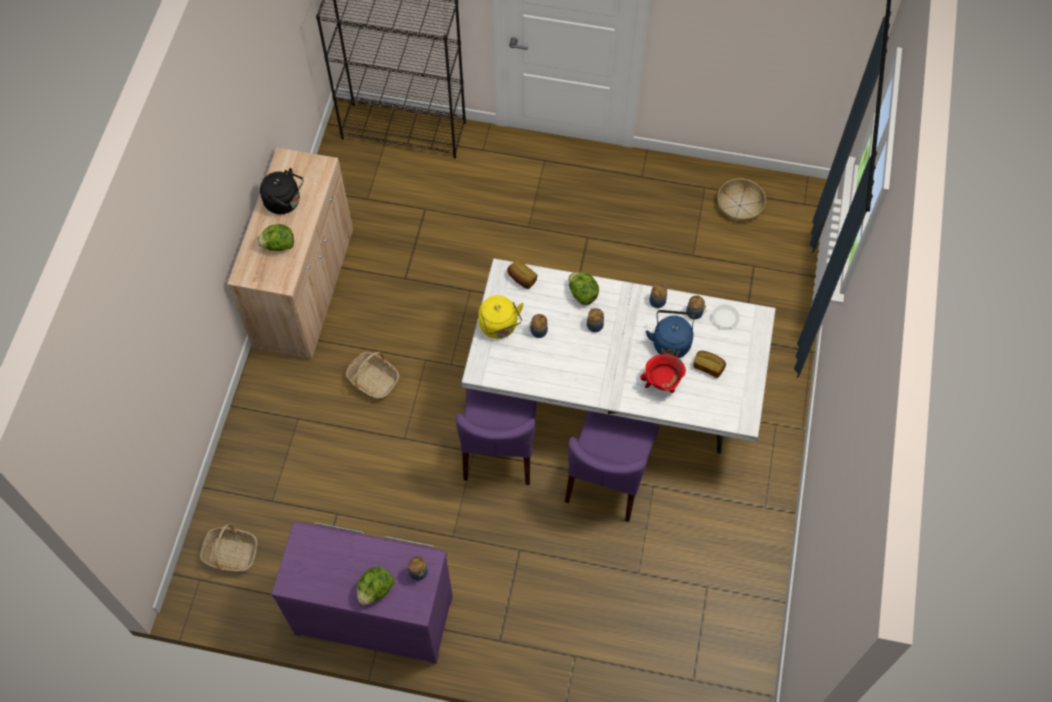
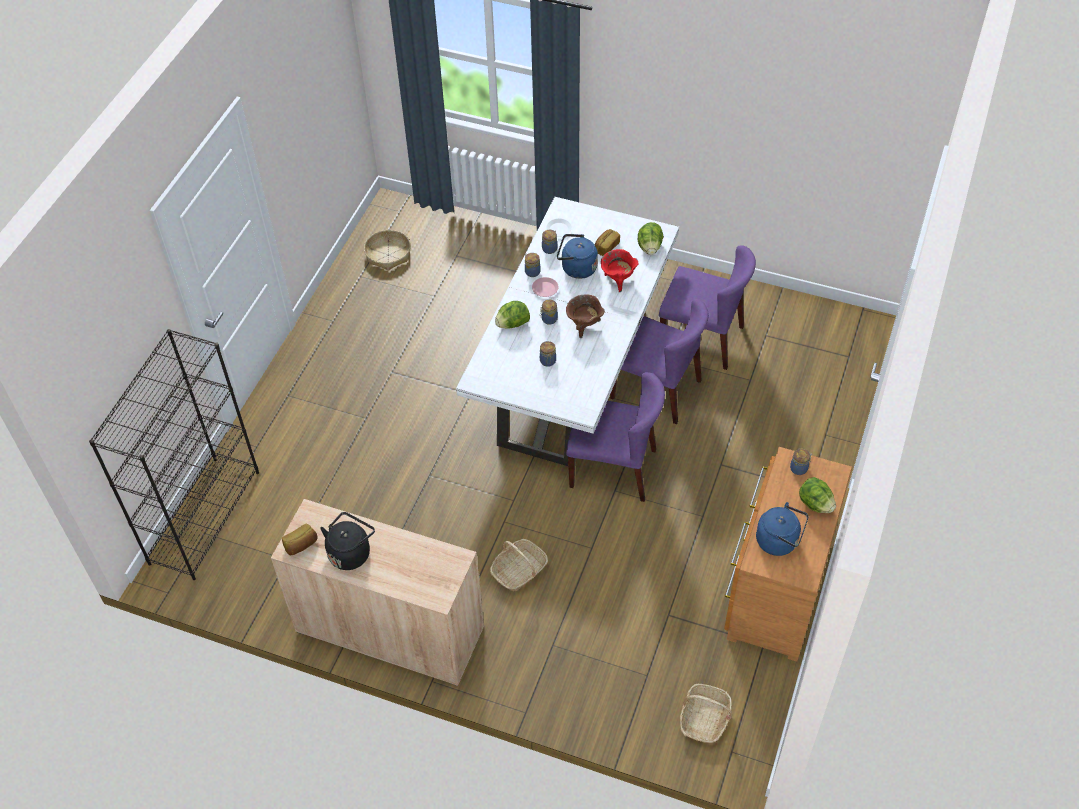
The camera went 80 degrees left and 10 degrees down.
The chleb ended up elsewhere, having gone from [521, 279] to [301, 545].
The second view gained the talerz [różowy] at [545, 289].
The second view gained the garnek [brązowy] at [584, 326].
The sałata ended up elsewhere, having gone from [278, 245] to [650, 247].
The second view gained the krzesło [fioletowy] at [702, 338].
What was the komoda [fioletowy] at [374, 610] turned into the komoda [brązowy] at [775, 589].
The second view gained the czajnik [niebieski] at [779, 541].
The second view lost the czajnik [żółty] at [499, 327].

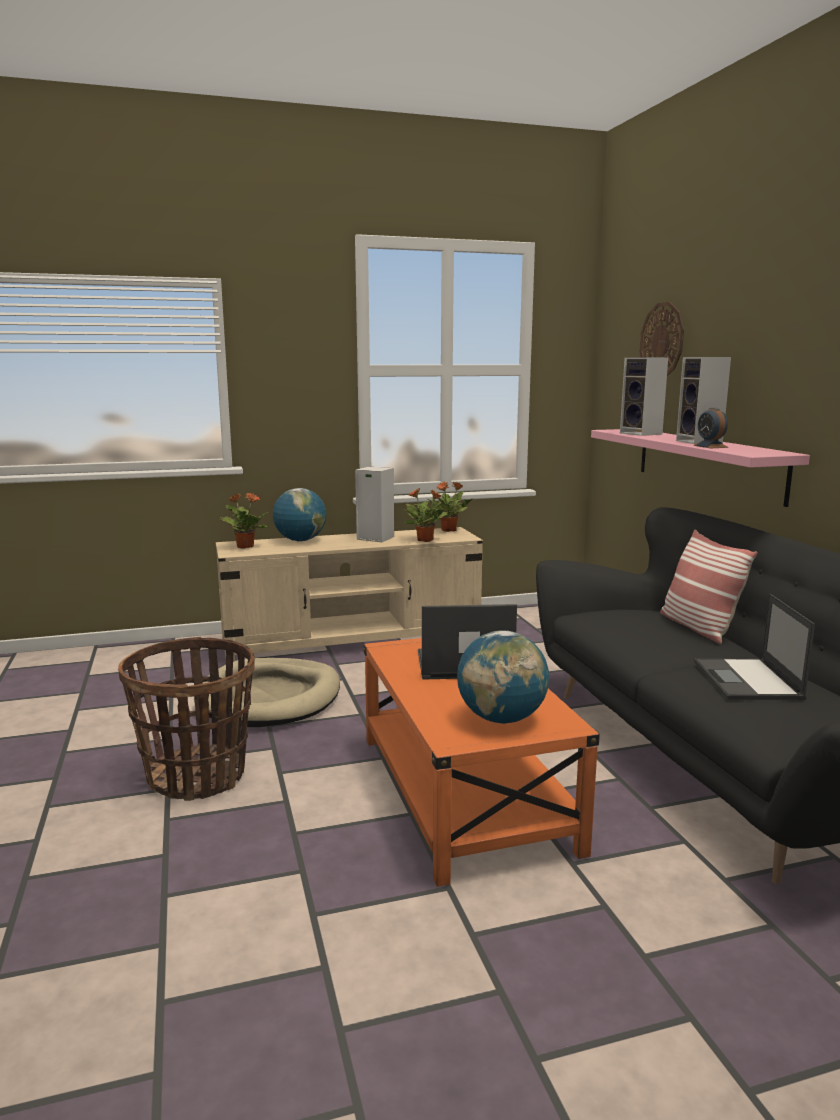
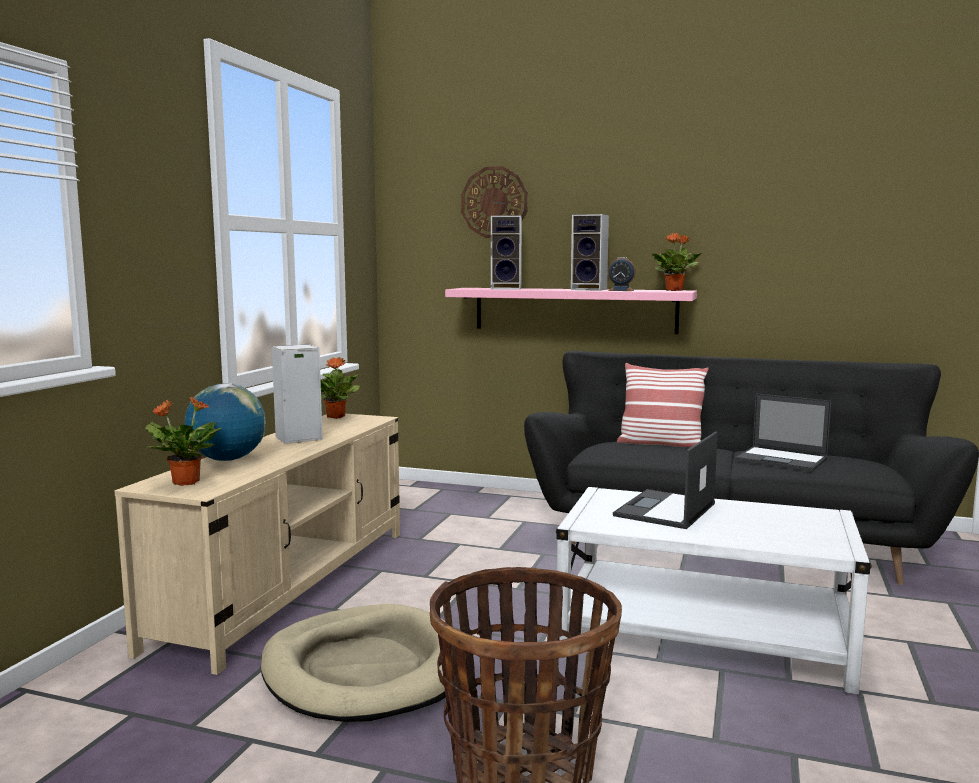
The camera went 55 degrees left and 5 degrees down.
What was the ława [pomarańczowy] at [464, 793] turned into the ława [biały] at [704, 636].
The roślina doniczkowa ended up elsewhere, having gone from [425, 540] to [674, 290].
The second view lost the globus at [501, 719].

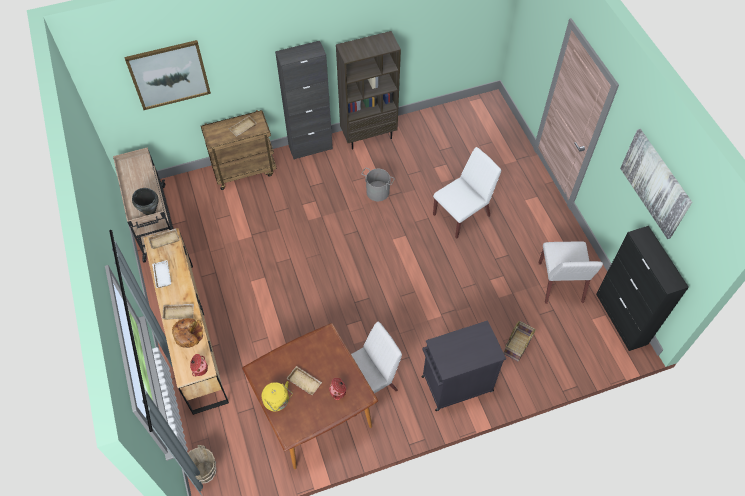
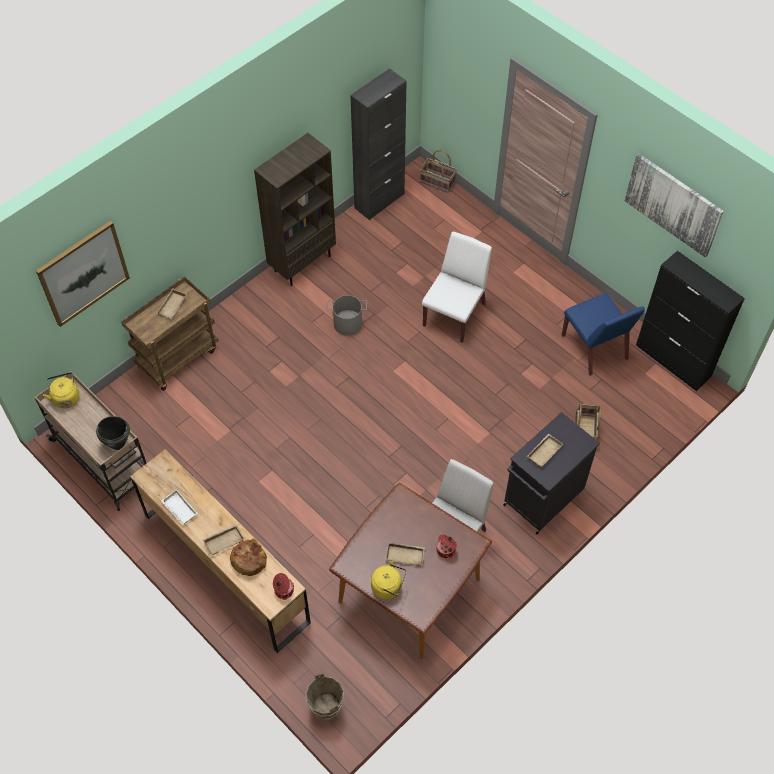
The camera went 25 degrees left and 0 degrees up.
The second view gained the czajnik [żółty] at [66, 397].
The szafka [czarny] ended up elsewhere, having gone from [310, 147] to [379, 201].
The second view gained the koszyk at [438, 181].
The taca [beżowy] ended up elsewhere, having gone from [164, 239] to [544, 451].
What was the krzesło [biały] at [560, 283] turned into the krzesło [niebieski] at [595, 348].

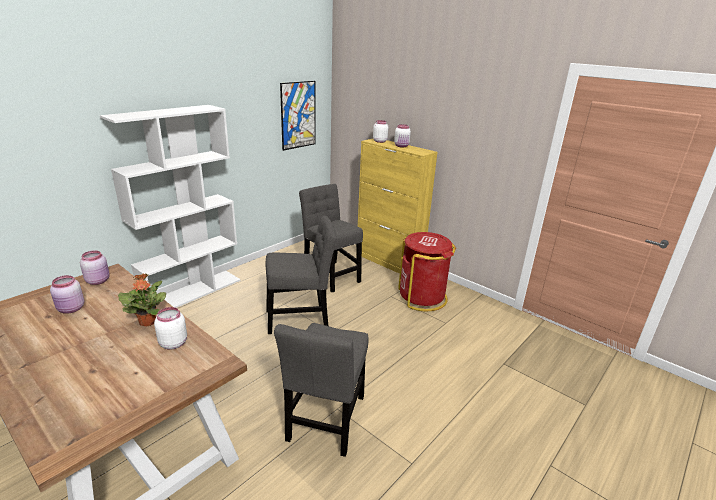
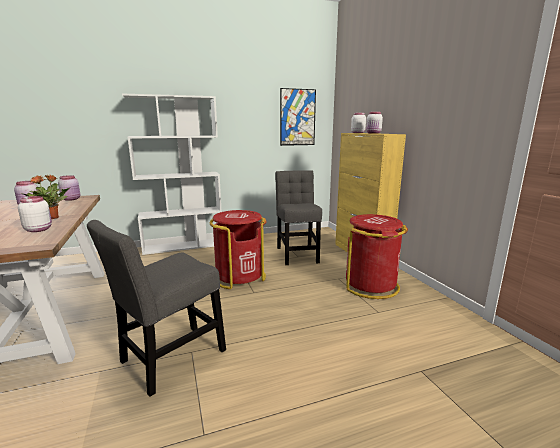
The camera went 30 degrees right and 10 degrees down.
Where the krzesło [szary] stood at [301, 319], the kosz na śmieci [czerwony] came to stand at [239, 277].

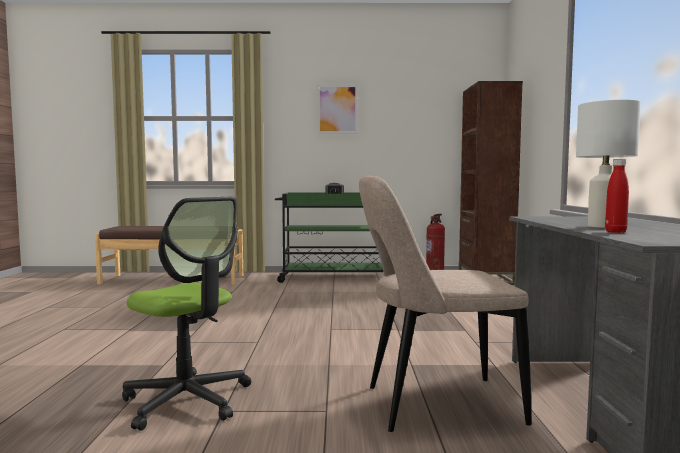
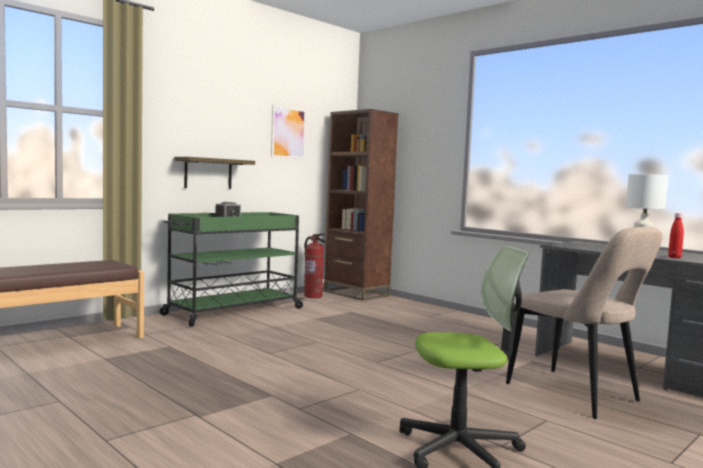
The camera went 45 degrees left and 0 degrees up.
The second view gained the półka at [208, 173].
The obraz ended up elsewhere, having gone from [337, 109] to [288, 133].
The krzesło [beżowy] at [434, 405] ended up facing another way, 75 degrees counterclockwise from before.

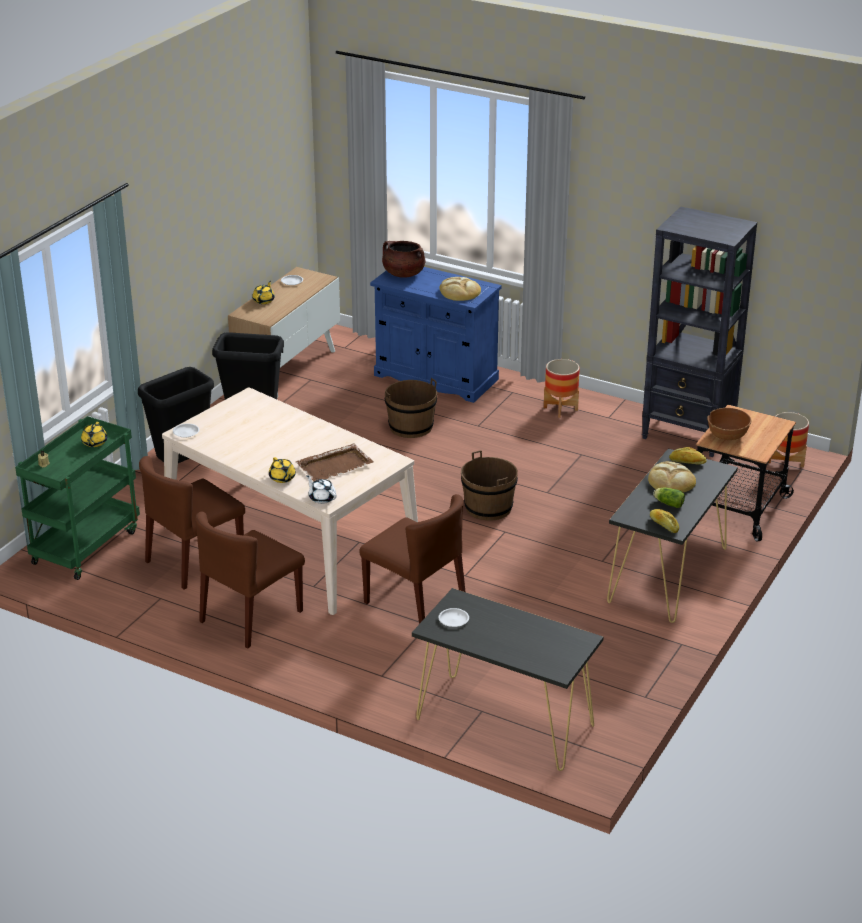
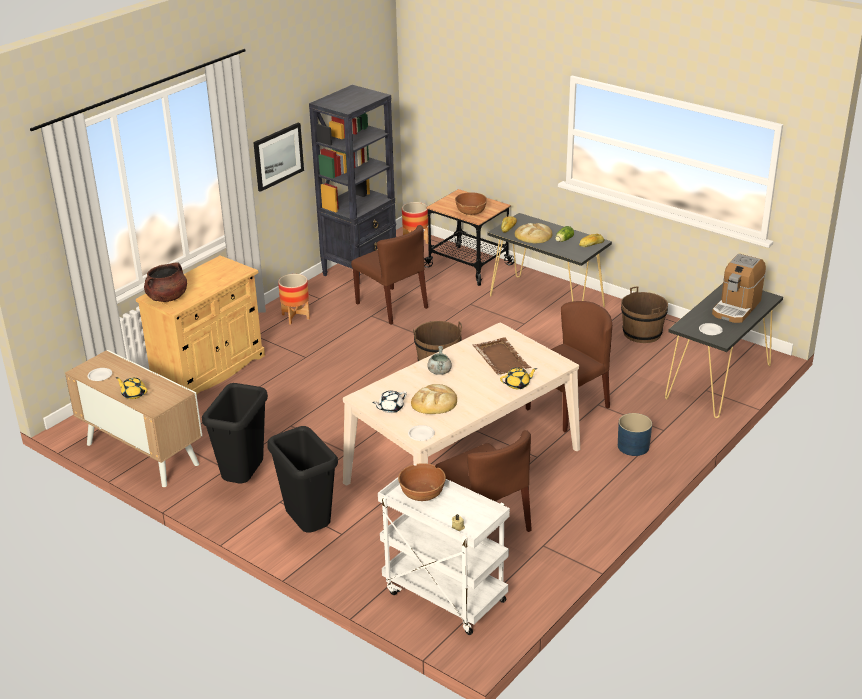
The camera went 80 degrees left and 0 degrees up.
What was the szafka [niebieski] at [435, 377] turned into the szafka [beżowy] at [209, 371].
The second view gained the obraz at [278, 156].
The krzesło [brązowy] ended up elsewhere, having gone from [251, 617] to [392, 306].
The imbryk [biały] ended up elsewhere, having gone from [322, 498] to [390, 408].
What was the wózek [zielony] at [86, 546] turned into the wózek [biały] at [443, 596].
Where the imbryk [żółty] stood at [94, 443], the miska [brązowy] came to stand at [422, 494].
The chleb ended up elsewhere, having gone from [459, 292] to [434, 402].
The second view gained the garnek [szary] at [439, 371].
The second view gained the donica [niebieski] at [633, 446].
The wiadro [brązowy] ended up elsewhere, having gone from [411, 427] to [642, 333].
The second view gained the ekspres do kawy at [736, 307].

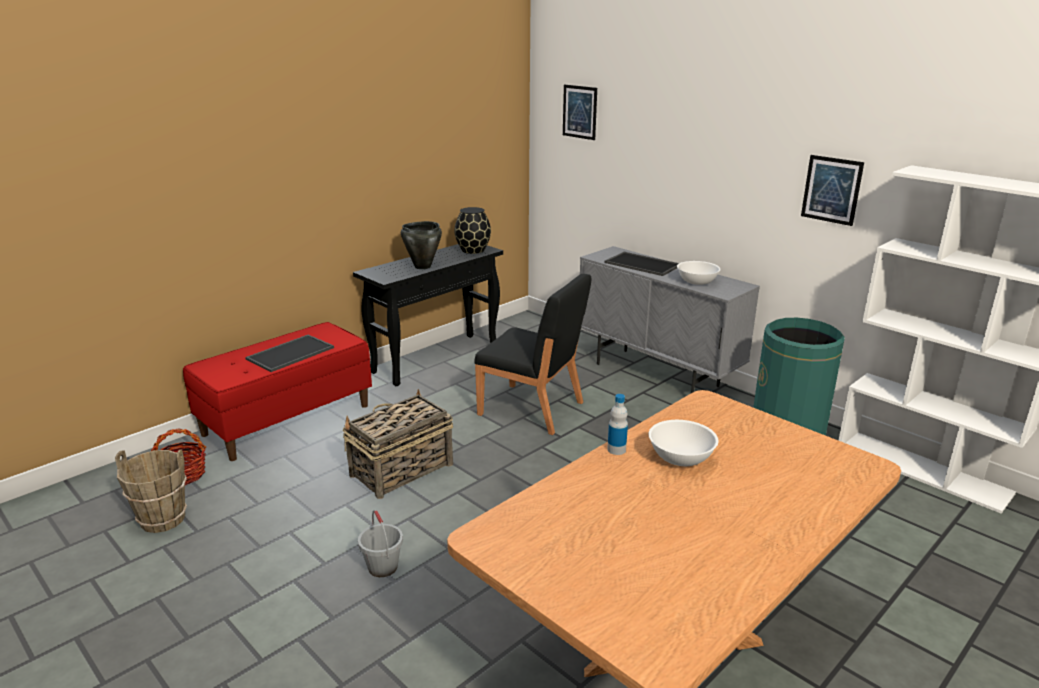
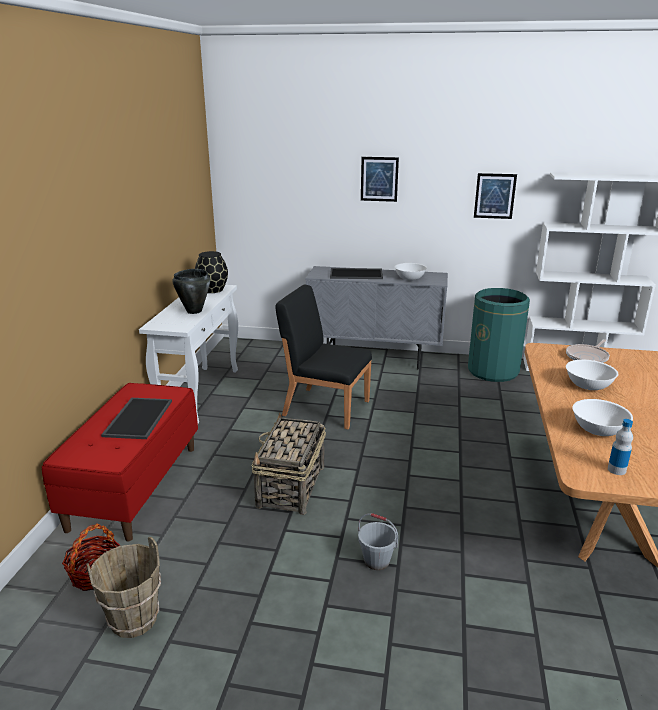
The camera went 35 degrees left and 0 degrees up.
What was the stolik konsolowy [czarny] at [436, 358] turned into the stolik konsolowy [biały] at [200, 394].
The krzesło [czarny] at [532, 409] ended up facing another way, 150 degrees counterclockwise from before.
The obraz ended up elsewhere, having gone from [579, 112] to [379, 179].
The second view gained the patelnia at [588, 357].
The second view gained the miska [biały] at [599, 430].
The butelka ended up elsewhere, having gone from [616, 449] to [616, 470].

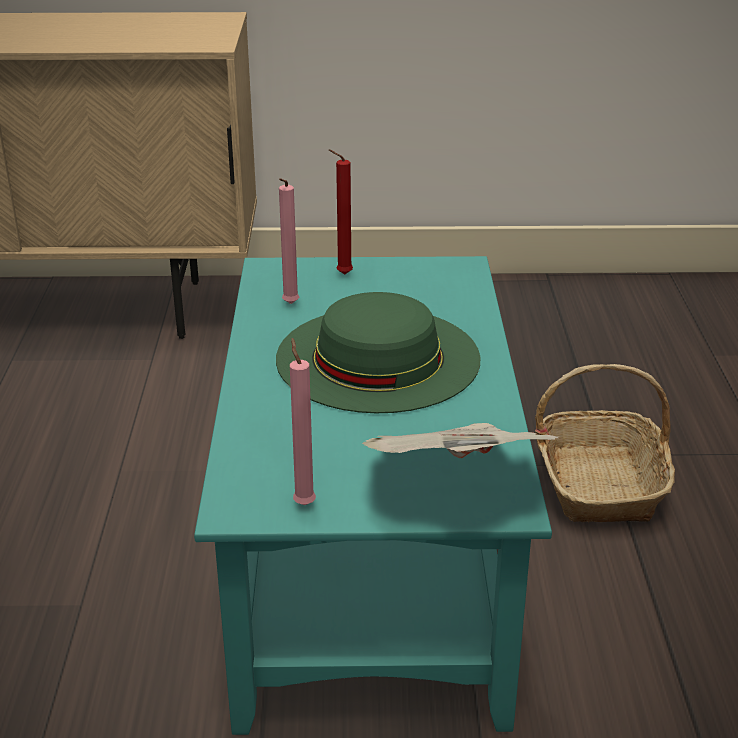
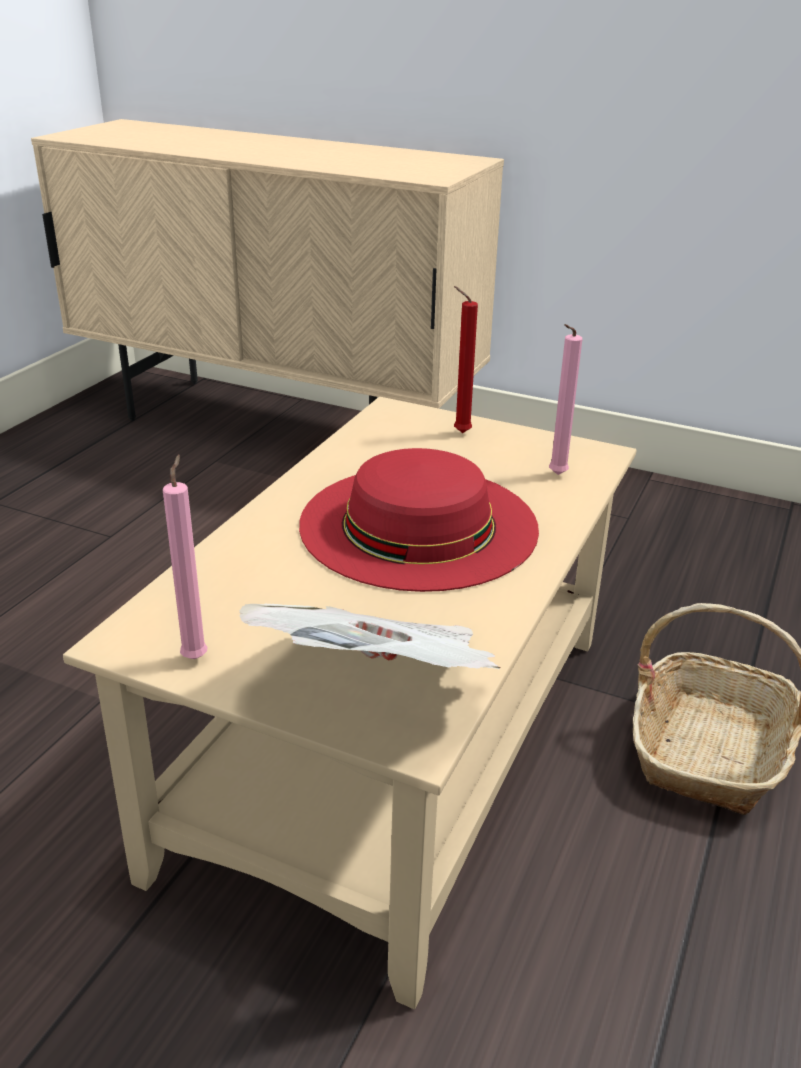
The camera went 25 degrees right and 0 degrees up.
What was the ława [turkusowy] at [370, 561] turned into the ława [beżowy] at [395, 750].
What was the kapelusz [zielony] at [377, 358] turned into the kapelusz [czerwony] at [418, 524].
The świeca [różowy] ended up elsewhere, having gone from [289, 305] to [555, 475].

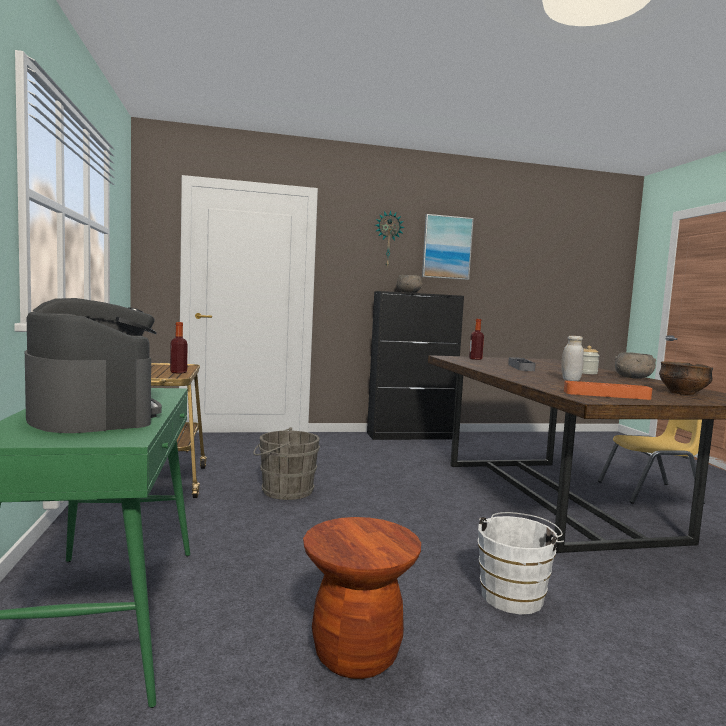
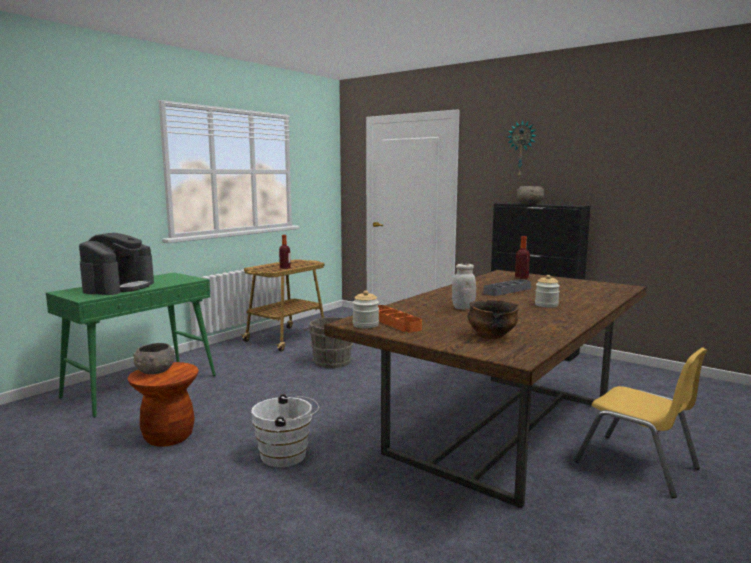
The camera went 50 degrees right and 5 degrees up.
The miska [szary] ended up elsewhere, having gone from [633, 377] to [155, 371].
The second view gained the słoik at [365, 325].
The second view lost the obraz at [446, 247].

